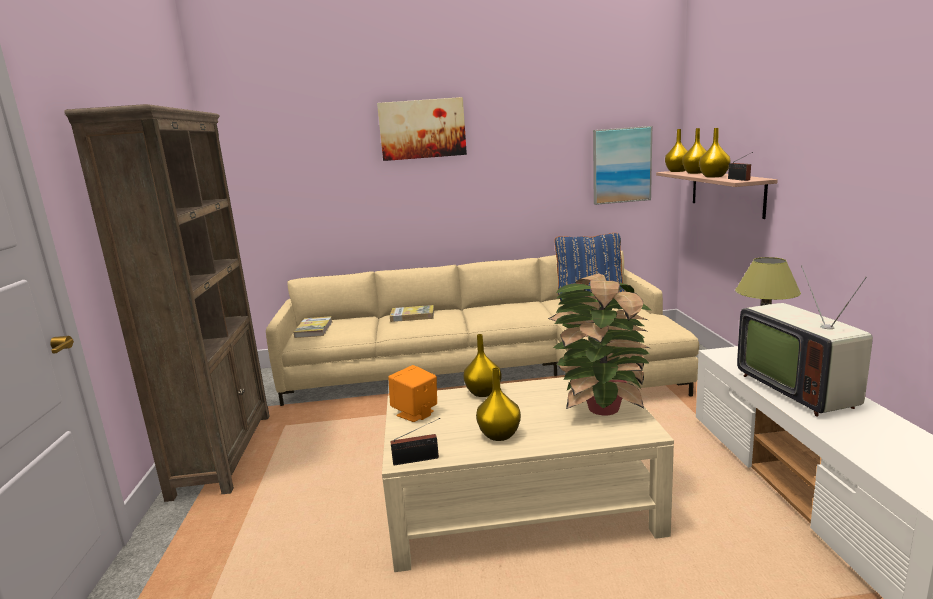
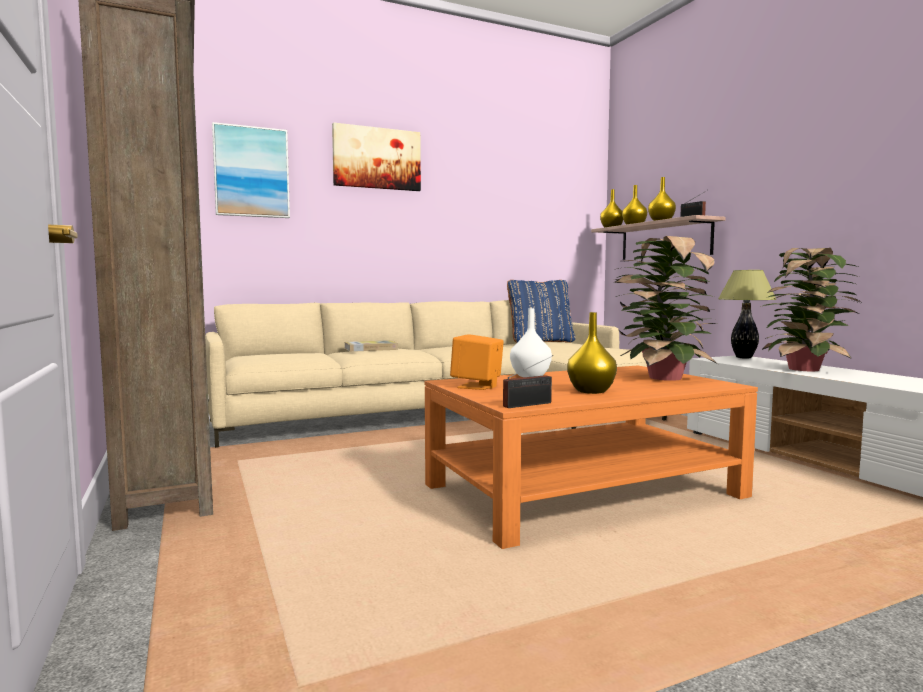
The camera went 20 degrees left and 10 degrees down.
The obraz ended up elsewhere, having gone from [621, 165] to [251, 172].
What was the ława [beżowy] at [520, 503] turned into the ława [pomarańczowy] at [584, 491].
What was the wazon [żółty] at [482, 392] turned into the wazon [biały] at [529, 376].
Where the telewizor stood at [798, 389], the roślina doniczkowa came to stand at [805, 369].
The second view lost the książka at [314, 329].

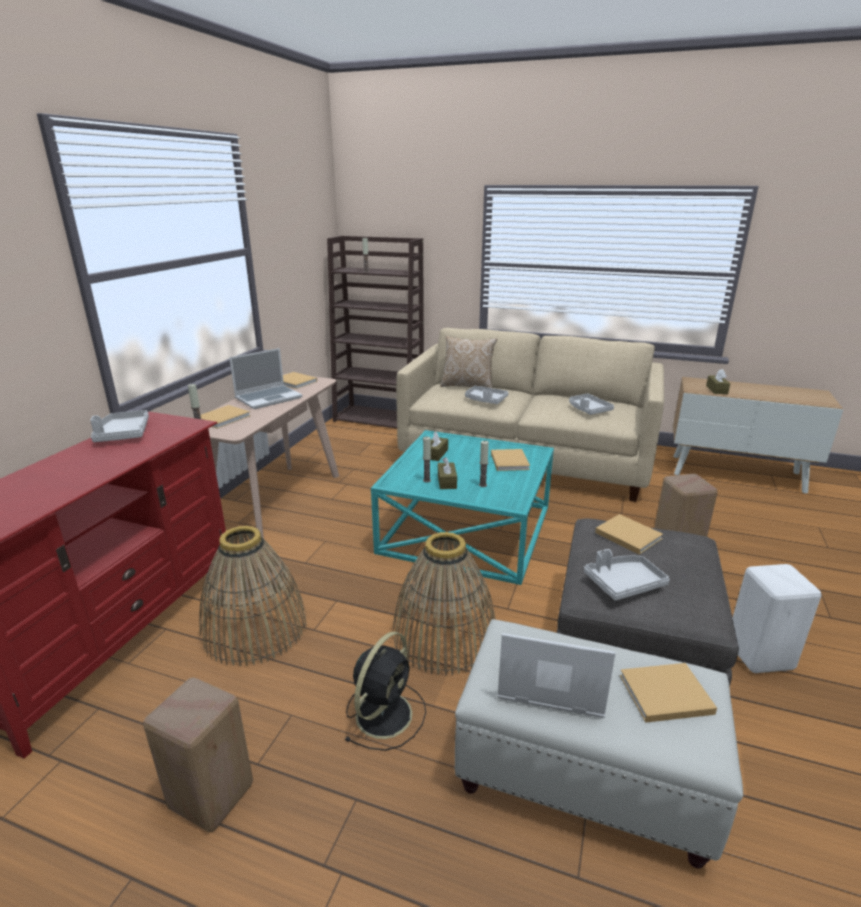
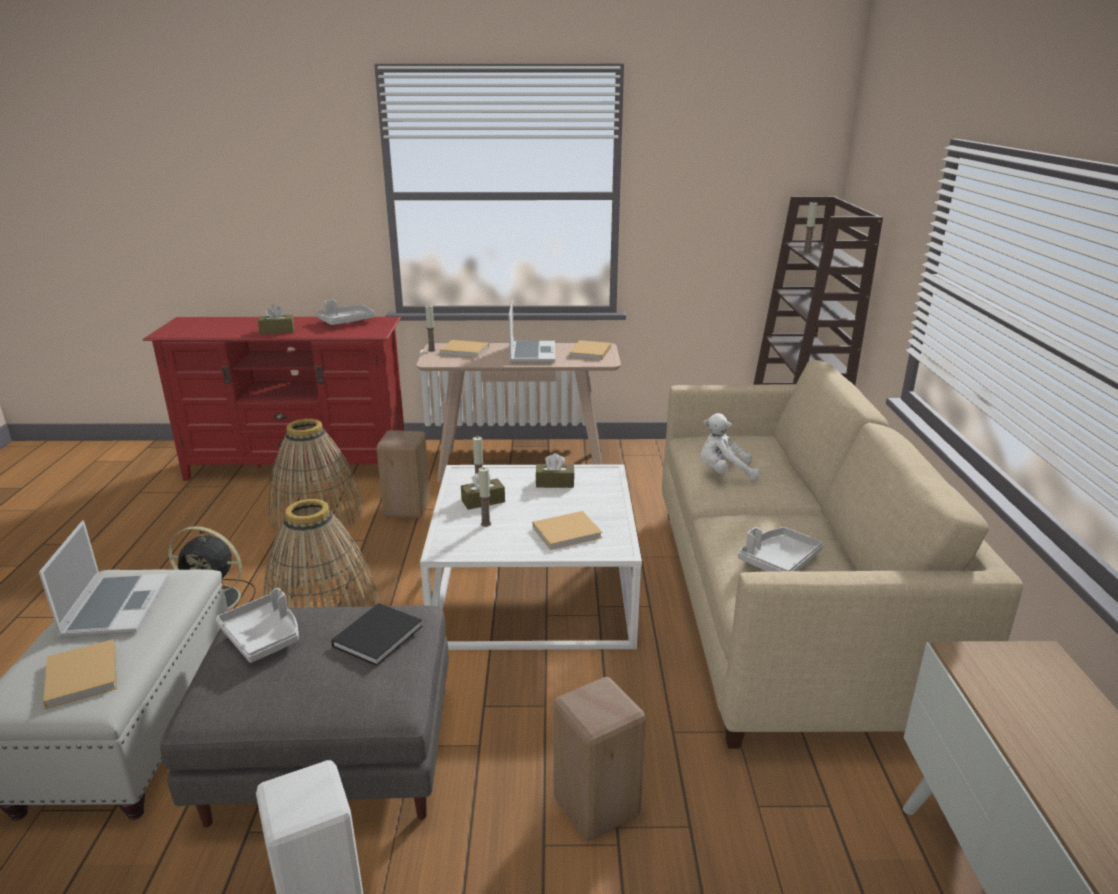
The camera went 70 degrees right and 0 degrees up.
The pudełko chusteczek [brązowy] ended up elsewhere, having gone from [716, 390] to [277, 331].
What was the książka [beżowy] at [626, 535] turned into the książka [czarny] at [379, 635].
The stołek [beżowy] ended up elsewhere, having gone from [211, 793] to [408, 508].
What was the ława [turkusowy] at [467, 528] turned into the ława [biały] at [535, 589].
The laptop at [269, 398] ended up facing another way, 120 degrees counterclockwise from before.
Where the taca [szary] stood at [485, 400], the pluszak [biały] came to stand at [724, 473].
The second view lost the poduszka at [467, 386].

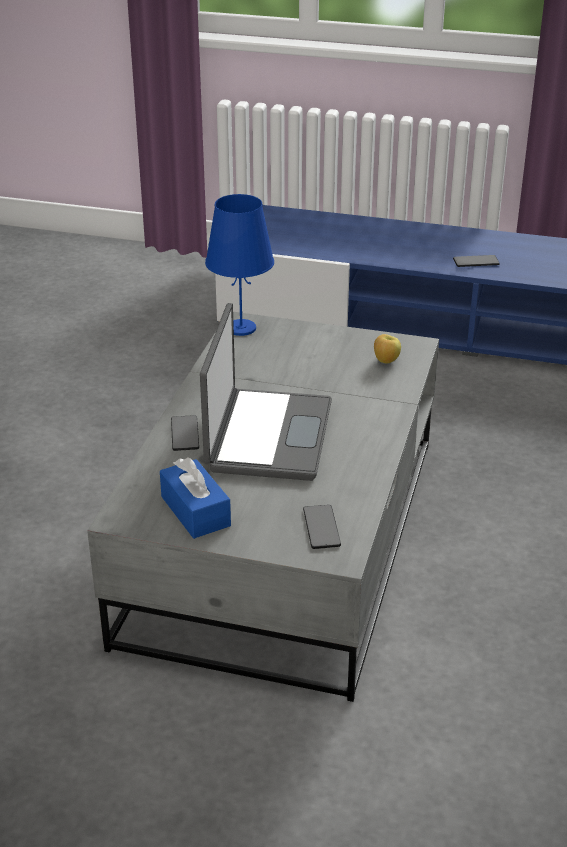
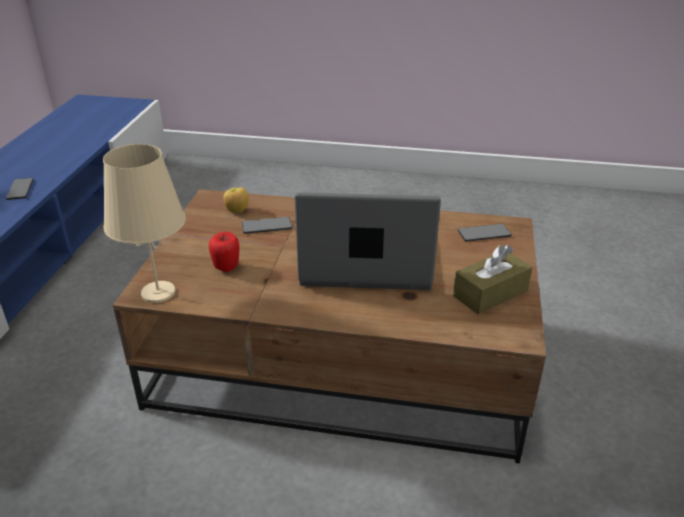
The camera went 95 degrees left and 0 degrees up.
What was the lampa stołowa [niebieski] at [241, 328] turned into the lampa stołowa [beżowy] at [159, 292].
What was the ława [szary] at [283, 536] turned into the ława [brązowy] at [338, 360].
The second view gained the jabłko at [226, 267].
The telefon ended up elsewhere, having gone from [185, 434] to [266, 226].
What was the pudełko chusteczek [niebieski] at [195, 511] turned into the pudełko chusteczek [brązowy] at [490, 293].

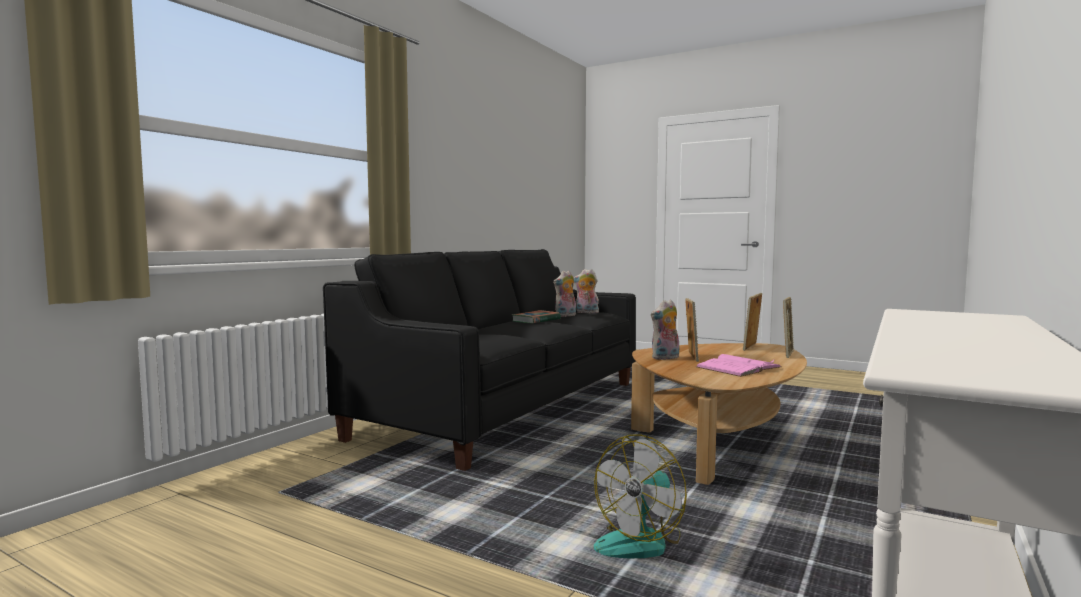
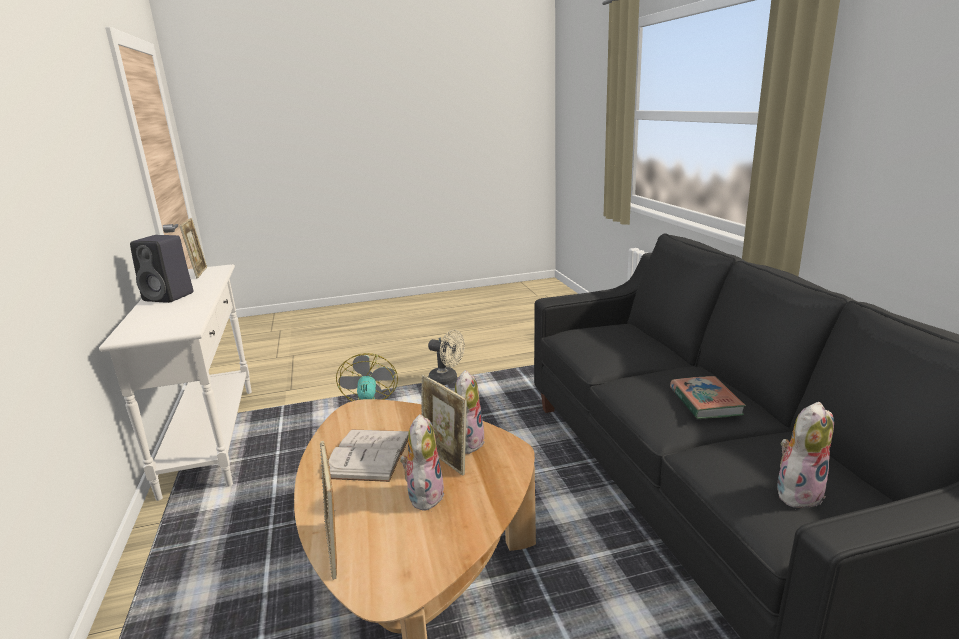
The camera went 135 degrees right and 15 degrees up.
The second view gained the głośnik [czarny] at [170, 297].
The ramka na zdjęcie ended up elsewhere, having gone from [751, 347] to [199, 273].
What was the książka [różowy] at [738, 367] turned into the książka [biały] at [369, 454].
The pluszak ended up elsewhere, having gone from [565, 316] to [424, 494].
The second view gained the wentylator [beżowy] at [447, 380].

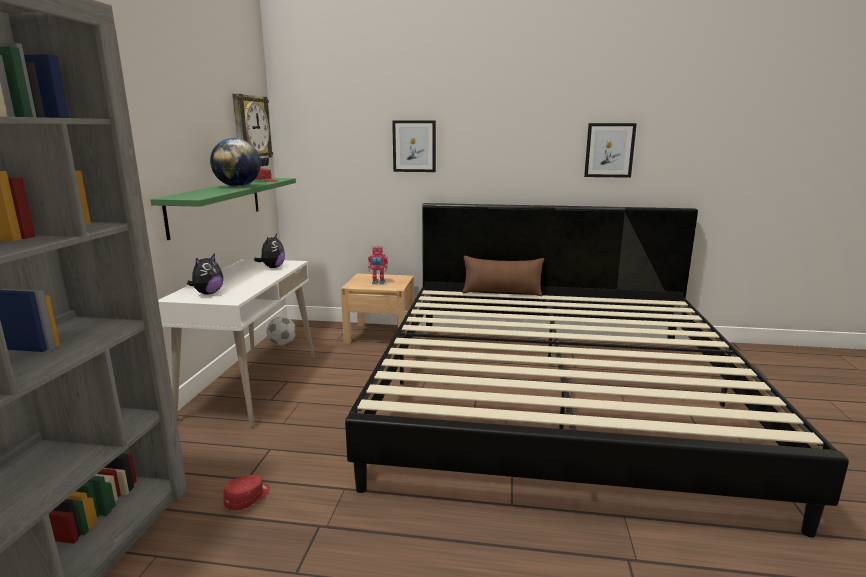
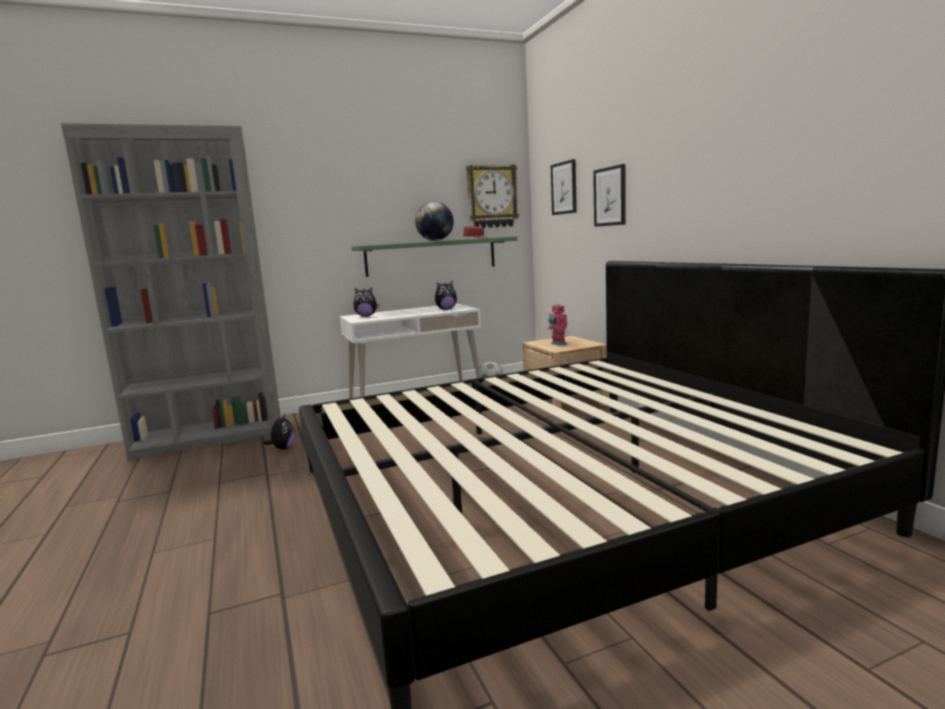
The camera went 60 degrees right and 5 degrees down.
Where the czapka z daszkiem [czerwony] stood at [248, 499], the pluszak came to stand at [283, 448].
The obraz ended up elsewhere, having gone from [609, 150] to [564, 188].
The second view lost the poduszka [brązowy] at [502, 293].

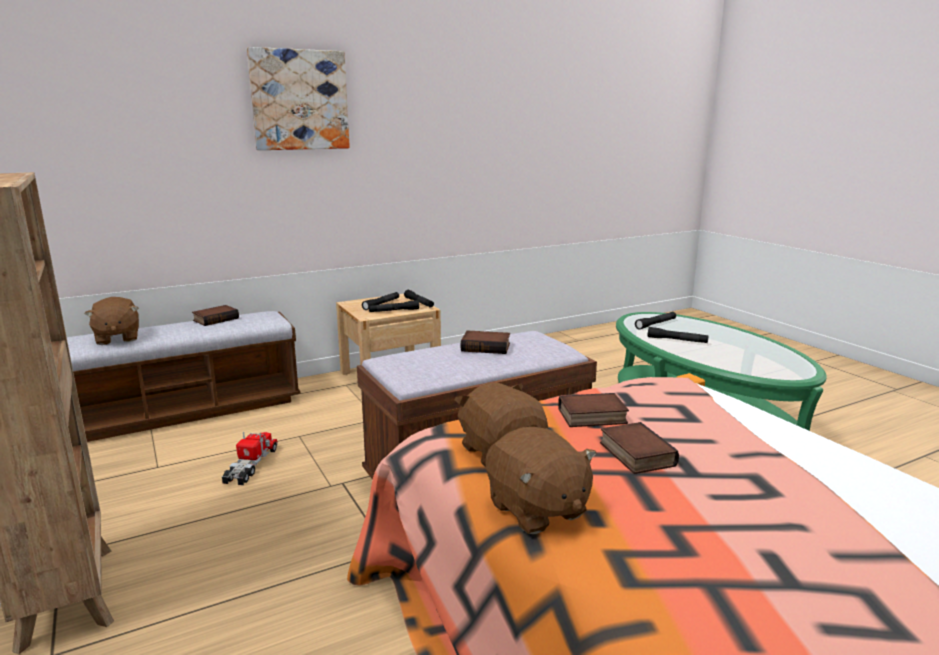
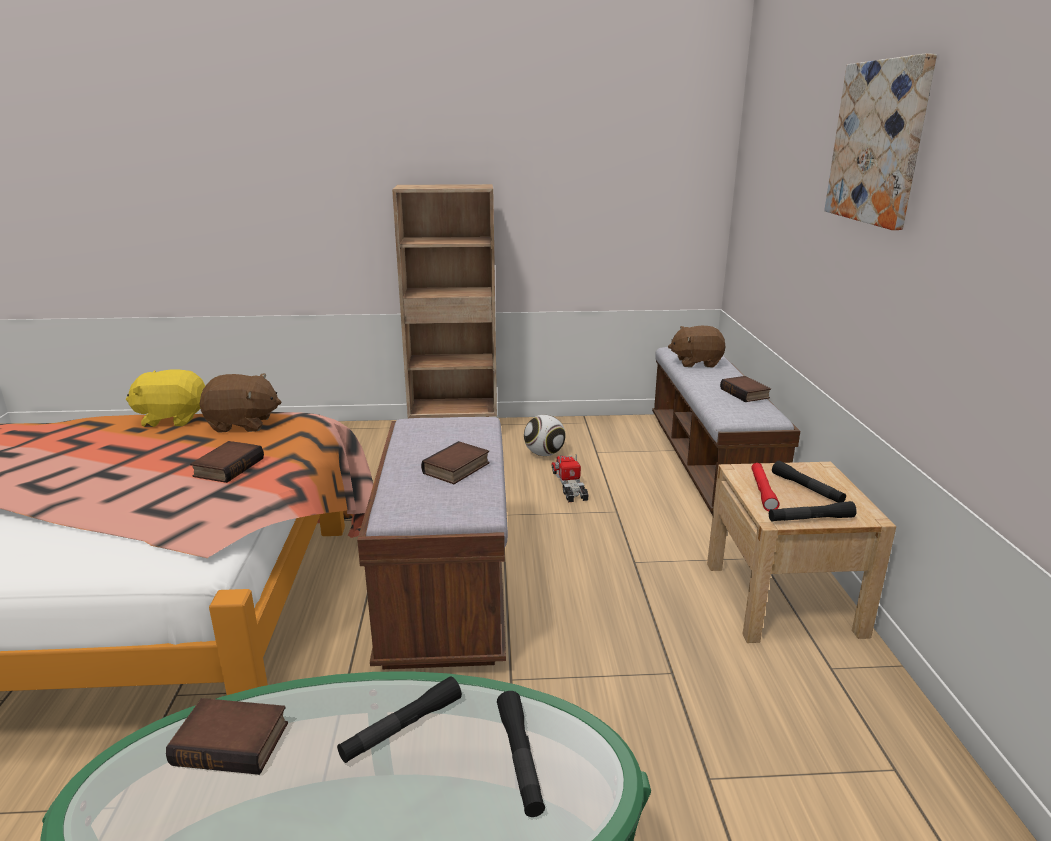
The camera went 115 degrees right and 5 degrees up.
What was the pluszak [brązowy] at [536, 509] turned into the pluszak [żółty] at [172, 418].
The książka ended up elsewhere, having gone from [634, 454] to [234, 741].
The second view gained the piłka futbolowa at [544, 454].
The ciężarówka zabawkowa at [251, 465] ended up facing another way, 135 degrees counterclockwise from before.
What was the latarka [czarny] at [394, 311] turned into the latarka [czerwony] at [762, 491].

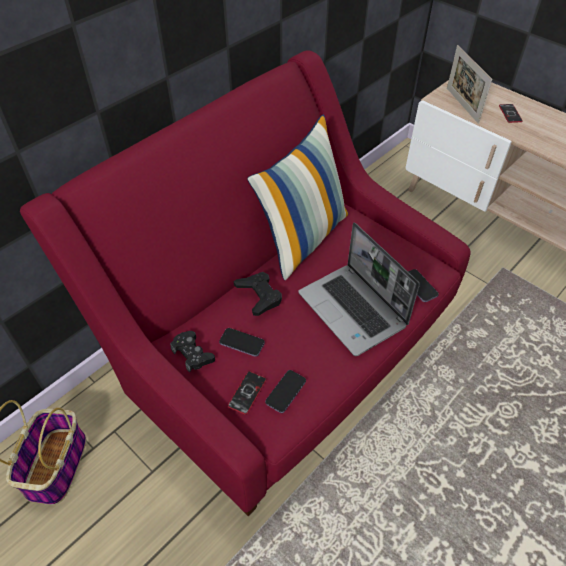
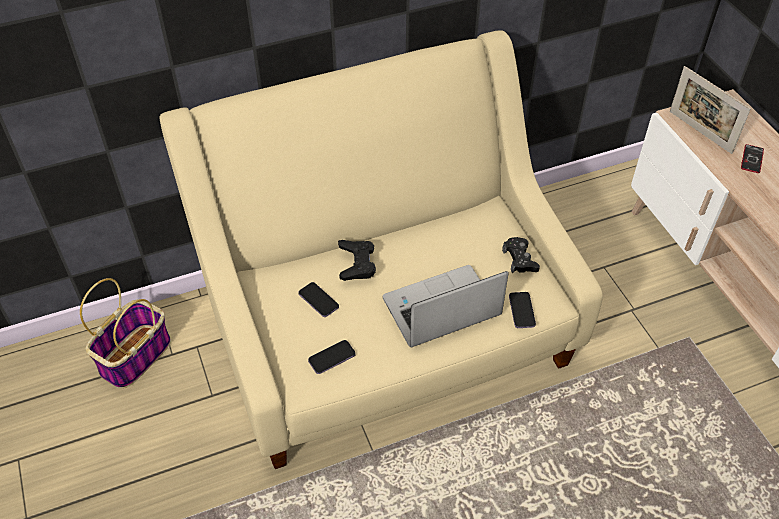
The camera went 25 degrees right and 0 degrees up.
What was the kanapa [czerwony] at [282, 352] turned into the kanapa [beżowy] at [388, 335].
The laptop at [353, 310] ended up facing another way, 75 degrees clockwise from before.
The pad do gier [czarny] ended up elsewhere, having gone from [193, 354] to [520, 259].
The ramka na zdjęcie at [462, 105] ended up facing another way, 45 degrees counterclockwise from before.
The second view lost the telefon at [247, 393].
The second view lost the poduszka at [302, 237].

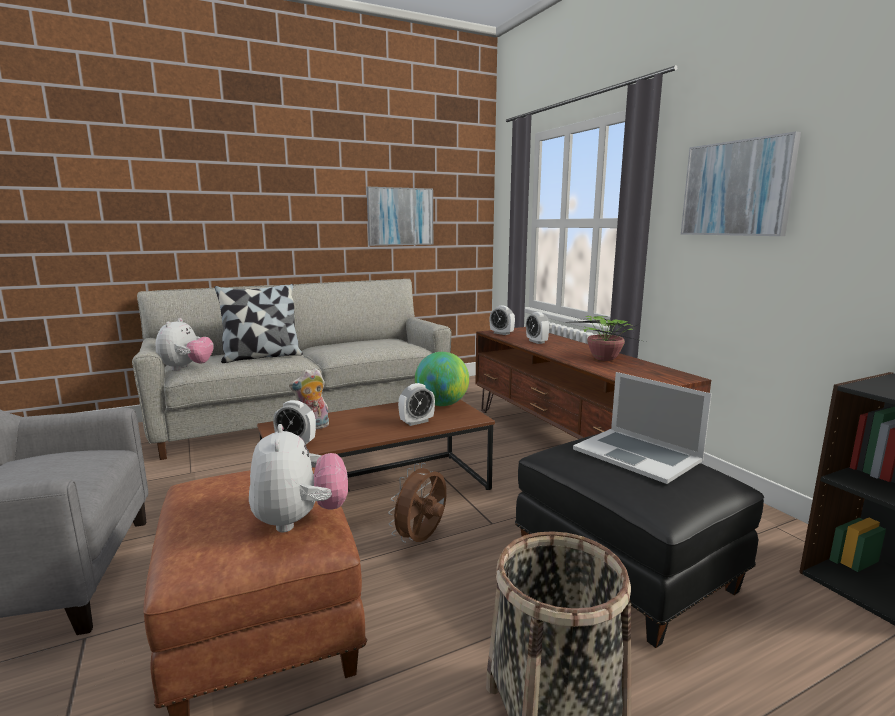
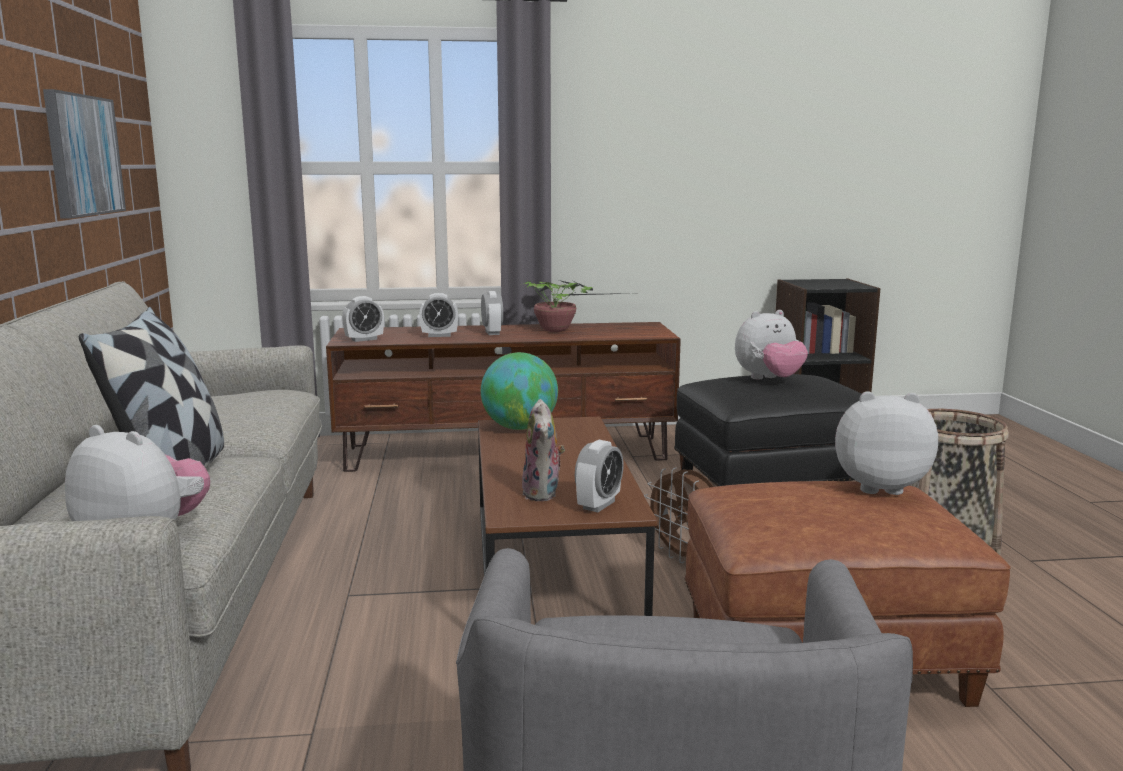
The camera went 70 degrees left and 0 degrees up.
The budzik ended up elsewhere, having gone from [417, 422] to [492, 333].
Where the laptop stood at [637, 454], the pluszak came to stand at [769, 379].
The second view lost the obraz at [736, 188].

